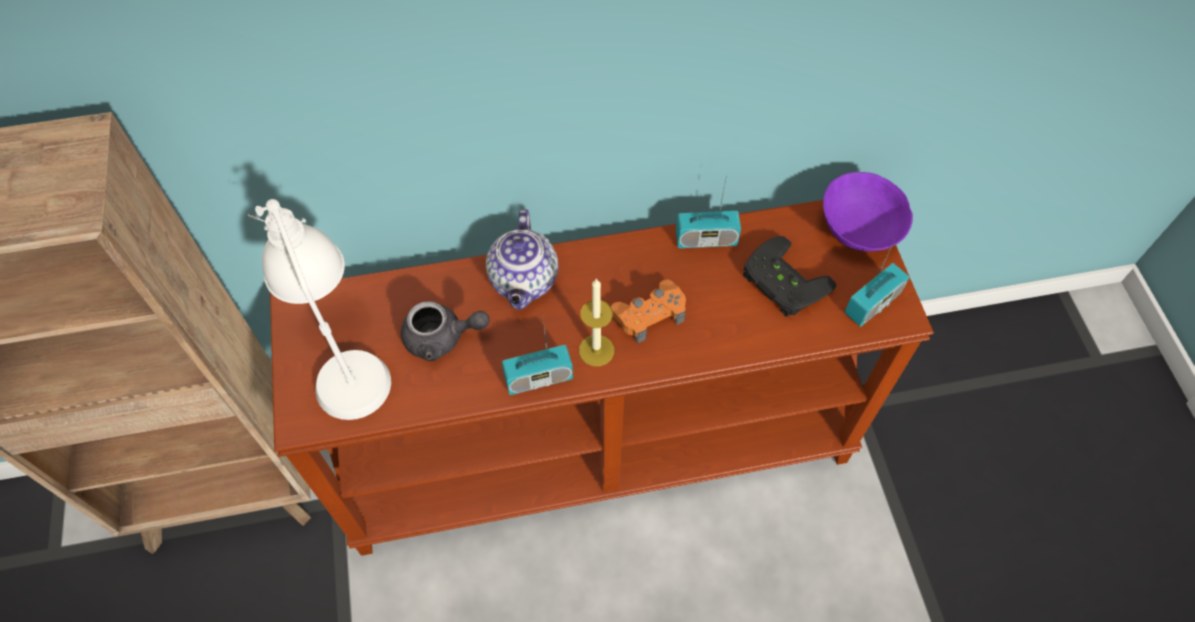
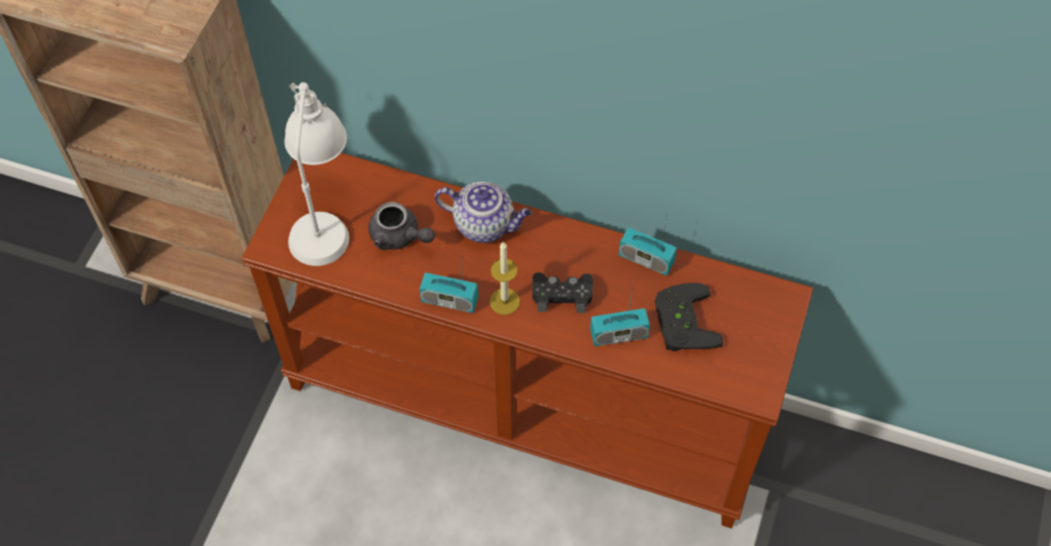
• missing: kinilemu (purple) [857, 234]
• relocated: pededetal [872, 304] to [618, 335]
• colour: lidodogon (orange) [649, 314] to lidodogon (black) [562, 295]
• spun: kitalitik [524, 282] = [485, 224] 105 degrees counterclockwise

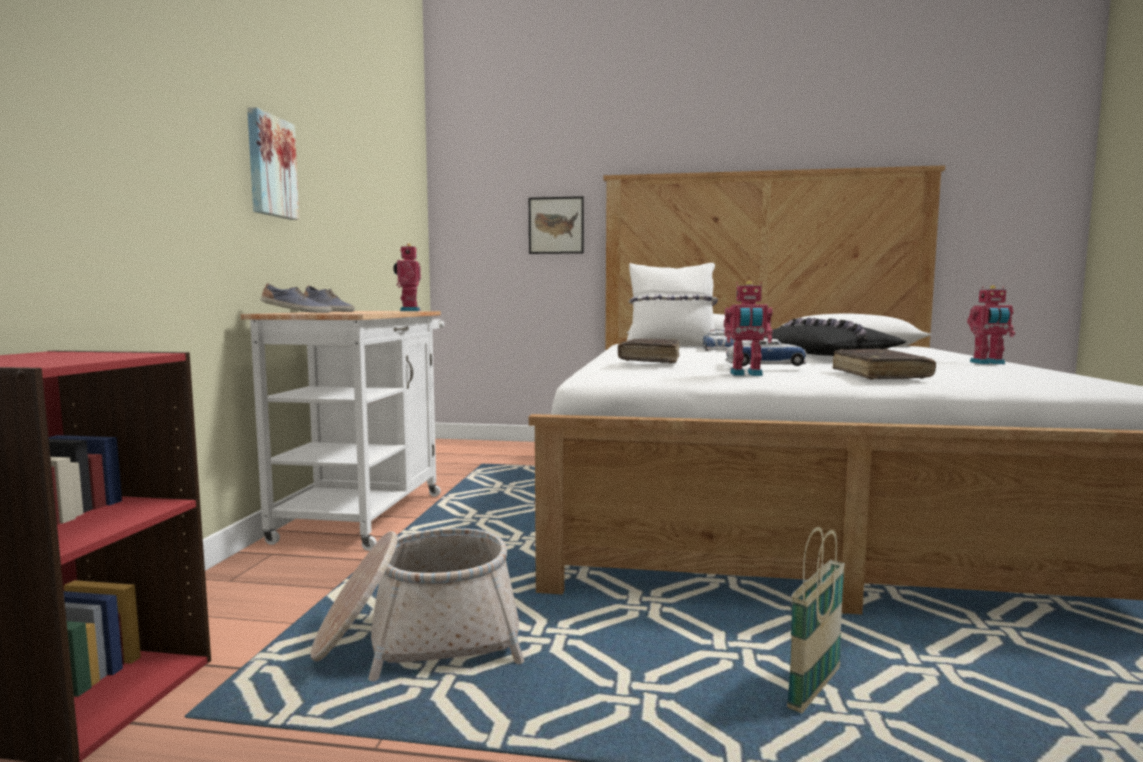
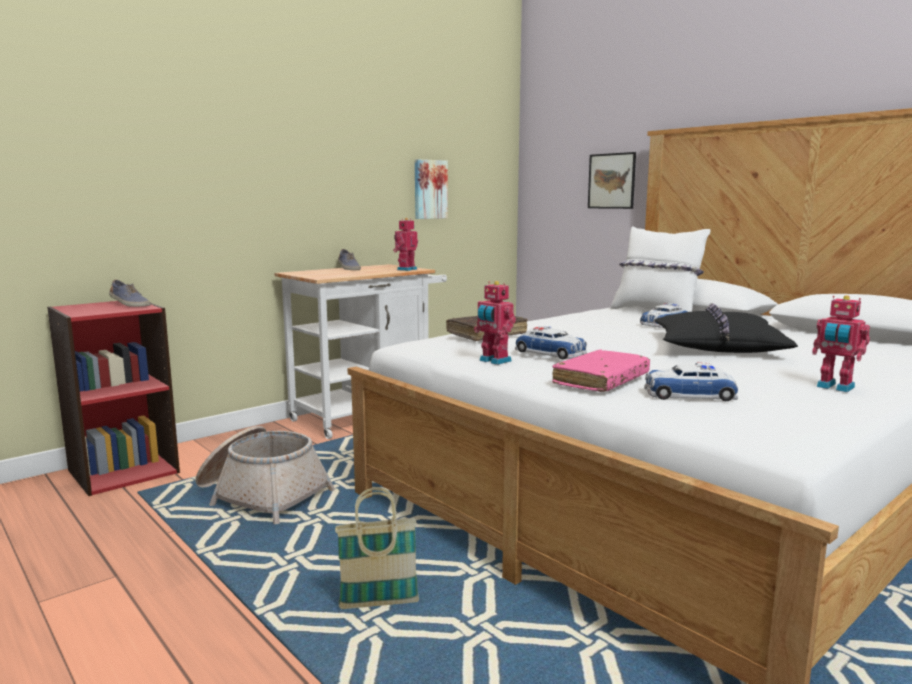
• appeared: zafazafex [689, 394]
• relocated: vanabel [270, 166] to [429, 189]
• relocated: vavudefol [296, 313] to [129, 304]
• colour: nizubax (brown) [879, 375] to nizubax (pink) [601, 381]

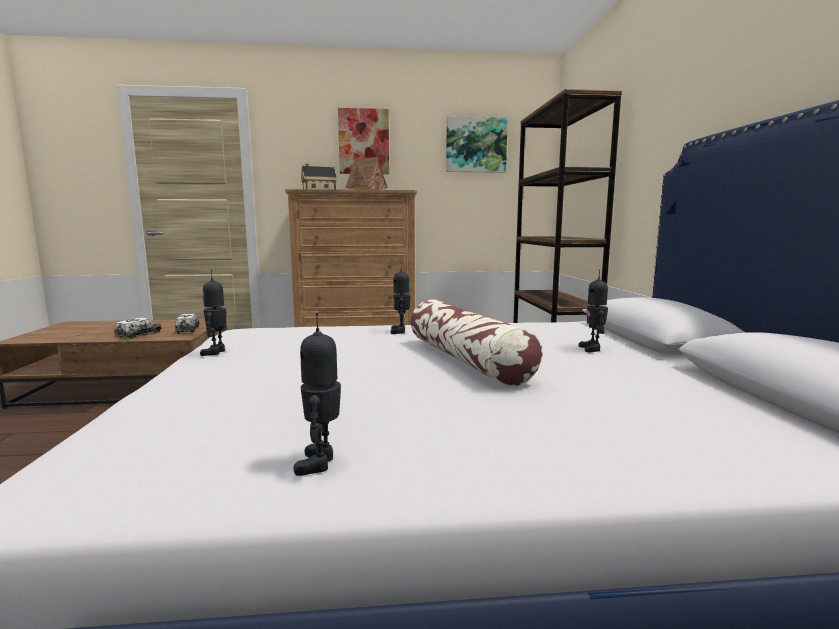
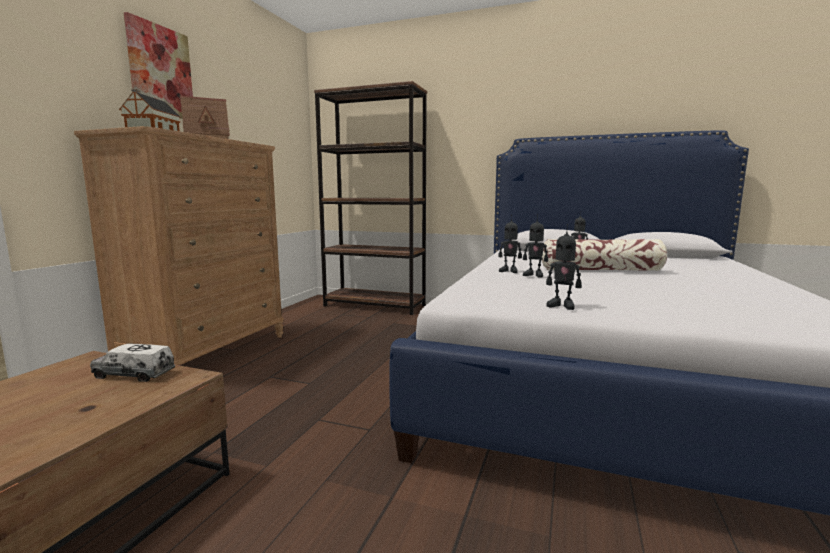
• missing: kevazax [139, 335]
• missing: vanabel [476, 145]
• relocated: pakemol [321, 463] to [534, 275]

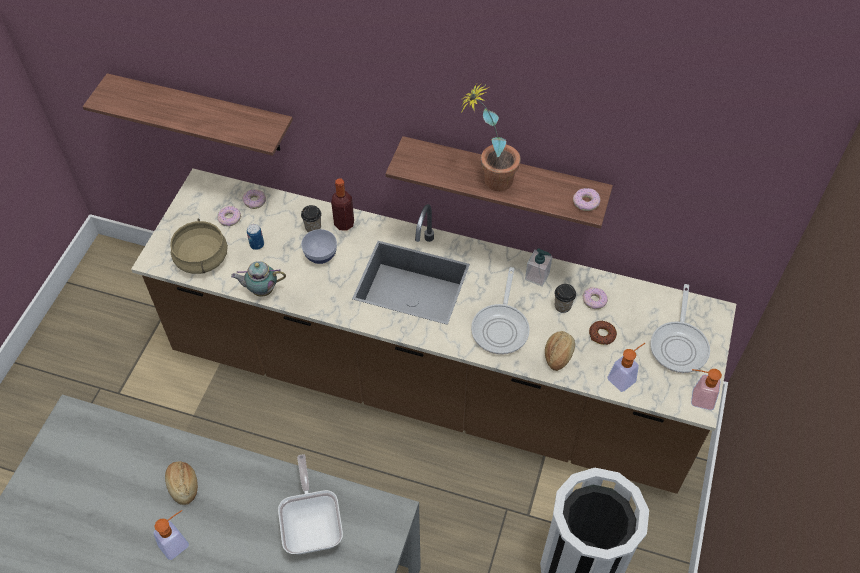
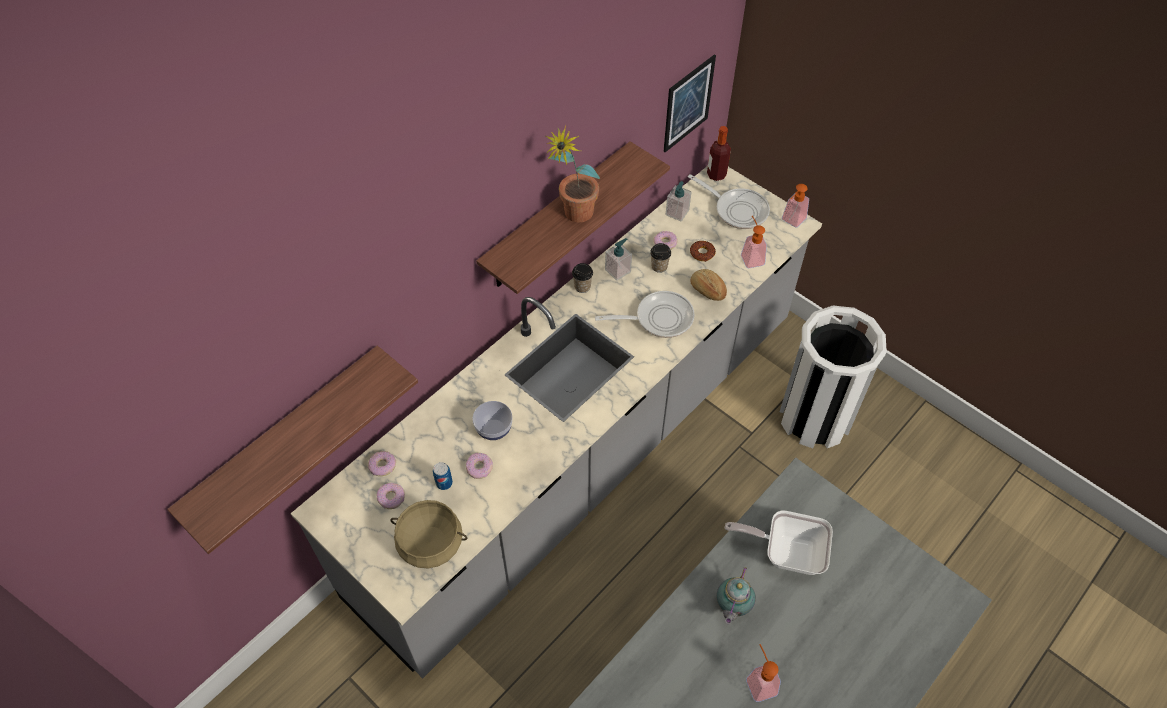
• missing: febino [183, 485]
• appeared: vanabel [688, 103]
• appeared: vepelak [677, 212]
• relocated: kitalitik [261, 290] to [732, 607]
• relocated: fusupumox [313, 227] to [582, 286]
• relocated: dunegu [344, 223] to [716, 175]
• relocated: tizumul [586, 202] to [479, 468]
• colour: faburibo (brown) [430, 382] to faburibo (grey) [583, 453]
• spun: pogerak [501, 327] = [659, 318] 45 degrees counterclockwise

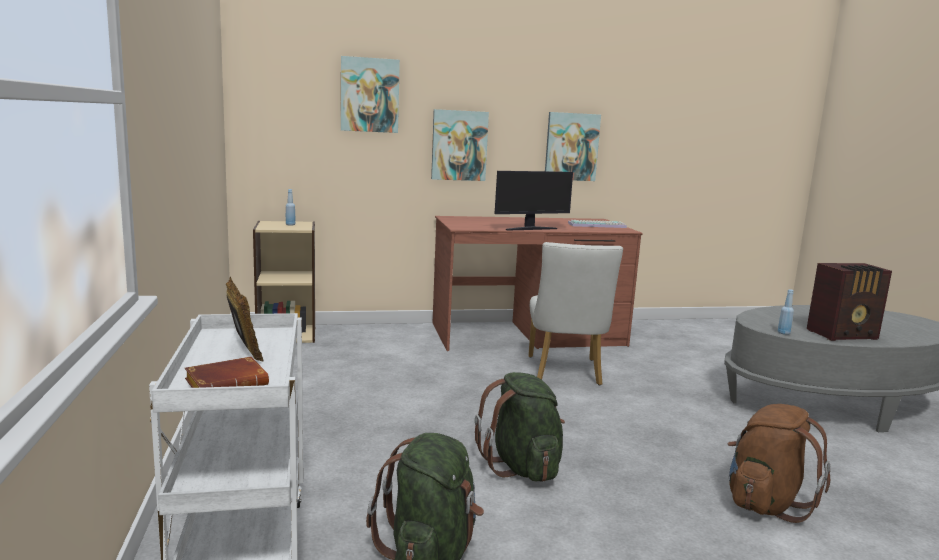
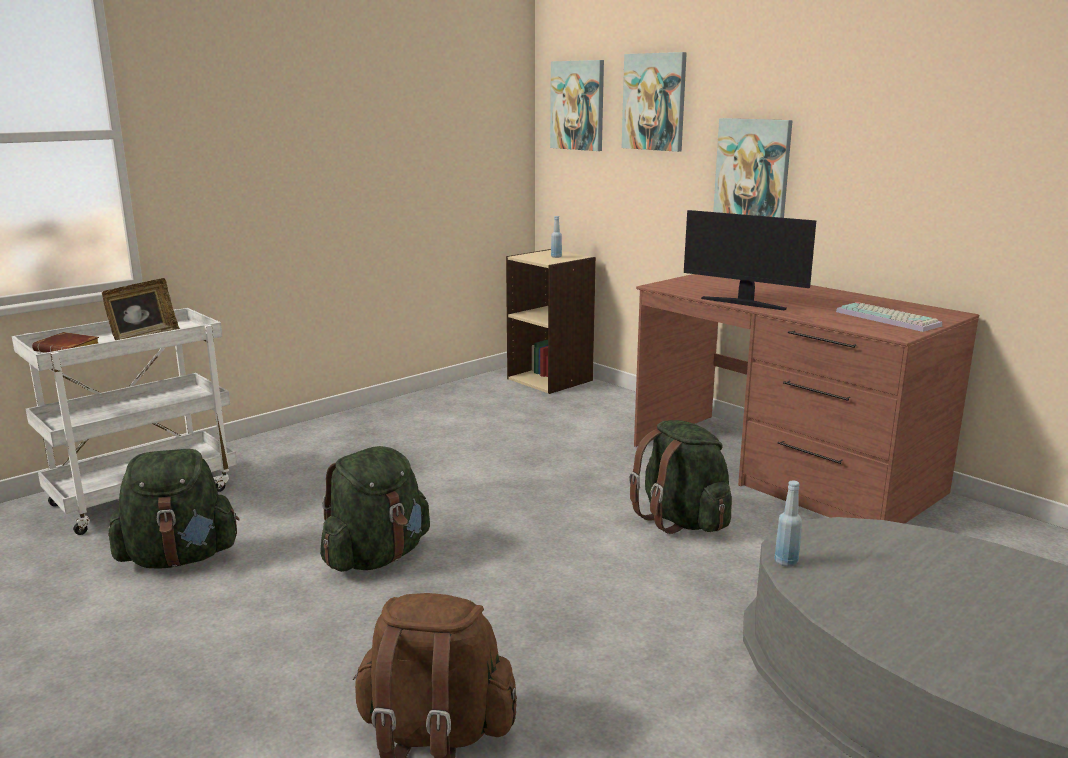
• missing: pededetal [844, 335]
• relocated: vanabel [571, 147] to [578, 105]
• exchanged: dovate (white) [565, 373] to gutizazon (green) [681, 520]

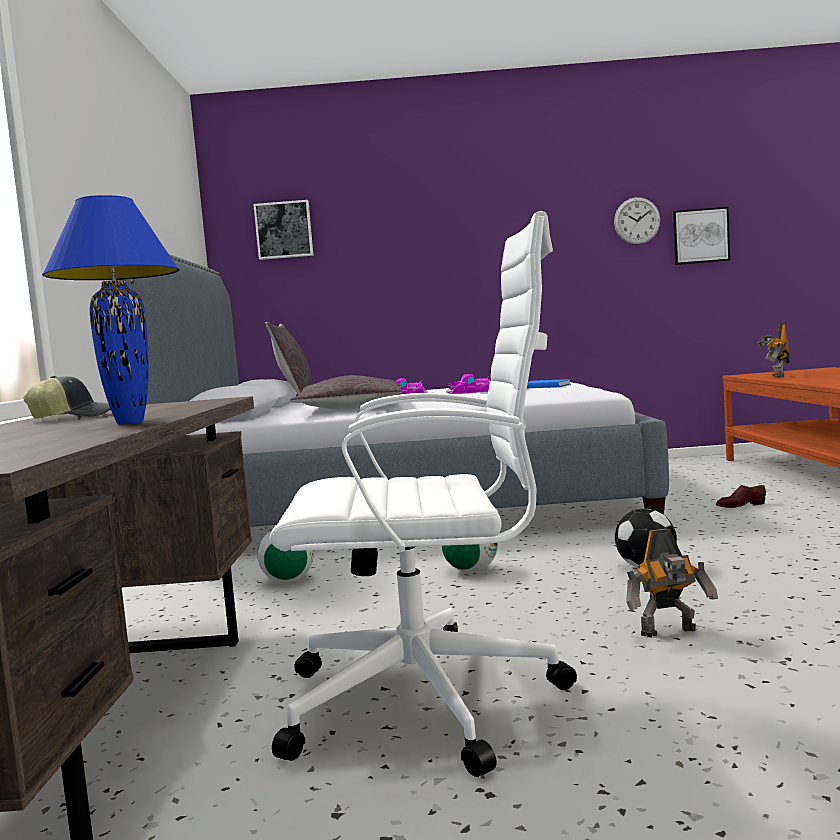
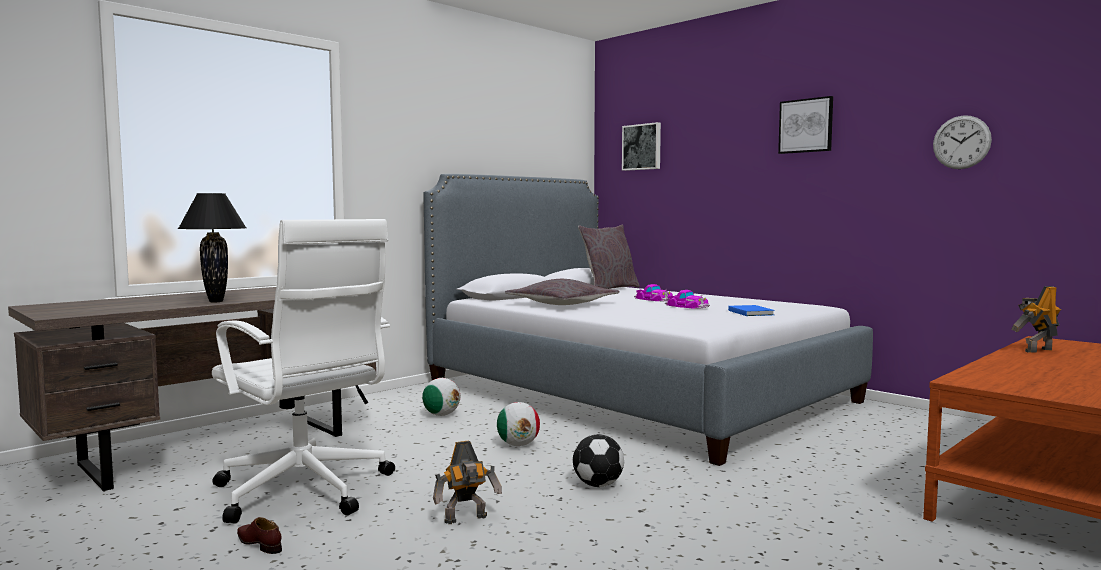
• missing: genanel [74, 417]
• relocated: vanabel [700, 236] to [806, 125]
• relocated: vavudefol (brown) [740, 505] to [259, 543]
• colour: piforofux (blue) [129, 423] to piforofux (black) [216, 301]
• spun: pakemol [670, 632] = [467, 520] 60 degrees counterclockwise

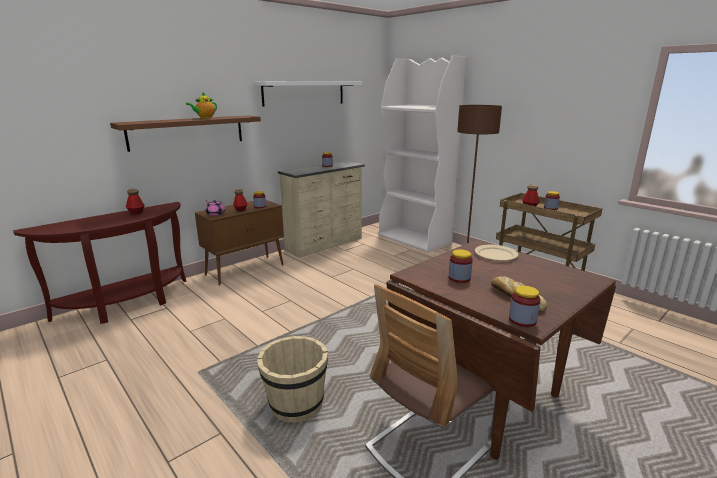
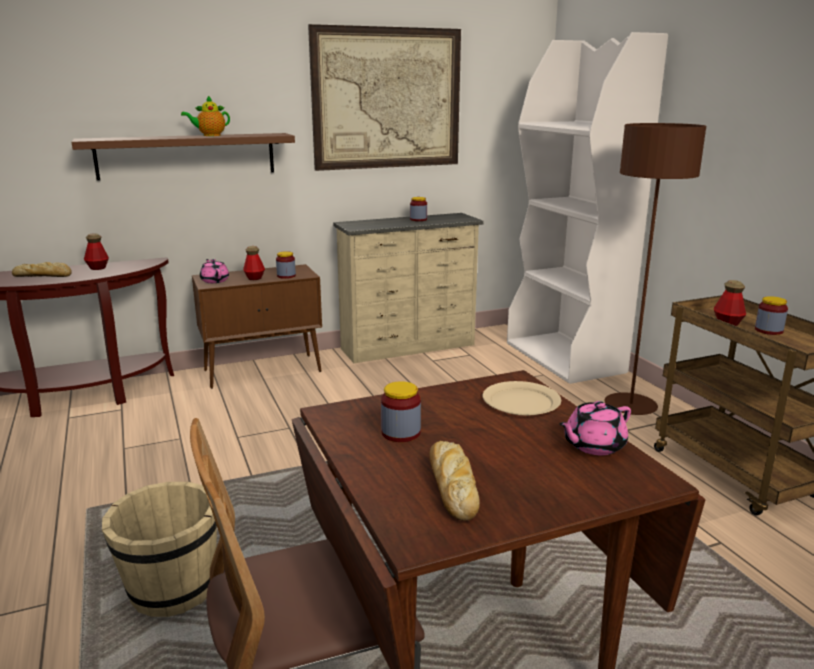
• missing: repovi [522, 320]
• appeared: febino [43, 276]
• appeared: kitalitik (pink) [593, 445]
• exchanged: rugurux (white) [304, 93] to vanabel [387, 99]

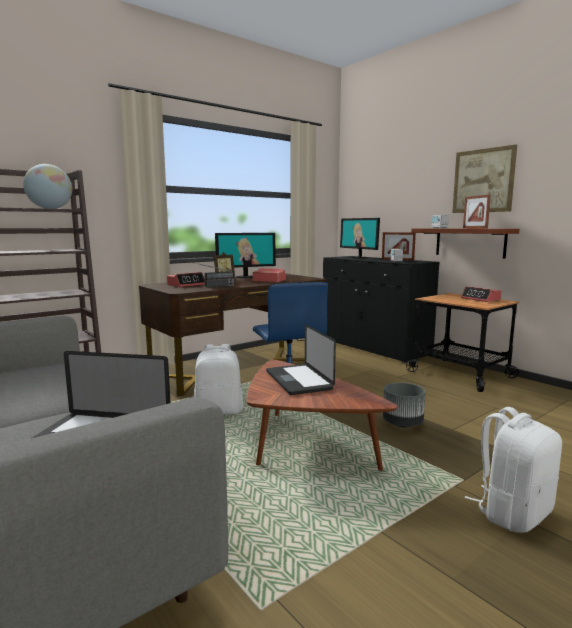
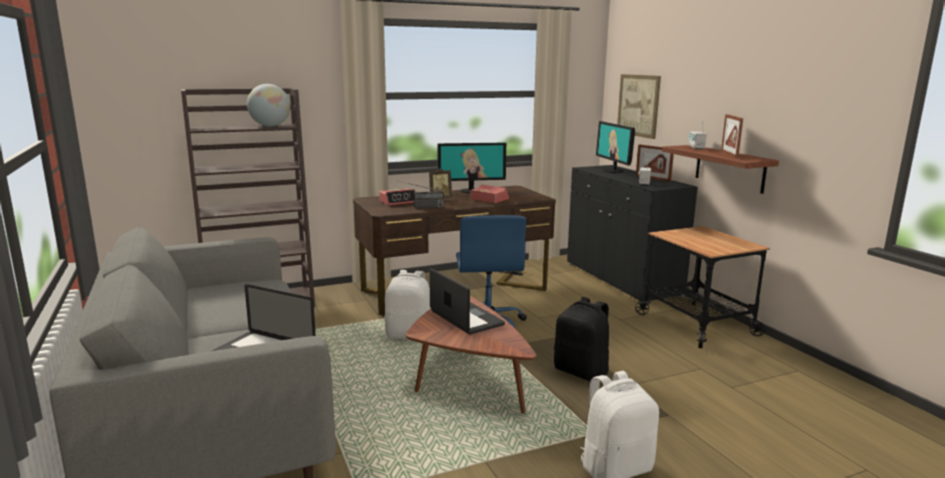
• missing: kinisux [481, 299]
• relocated: vanabel [483, 181] to [638, 105]
• exchanged: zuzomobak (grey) [403, 423] to gutizazon (black) [582, 372]
• spun: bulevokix [298, 380] = [466, 318] 150 degrees clockwise

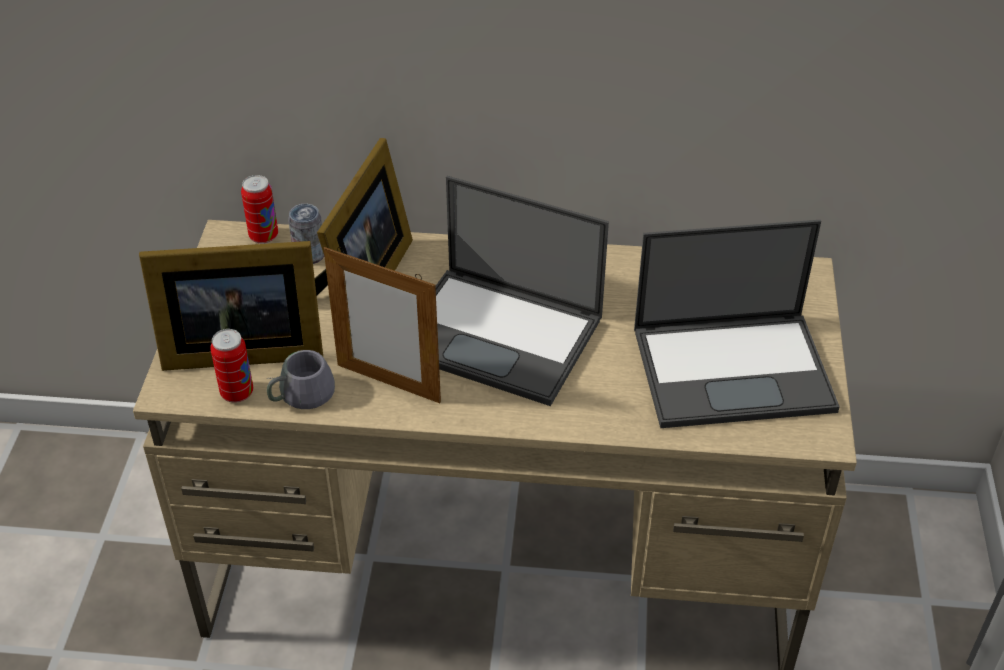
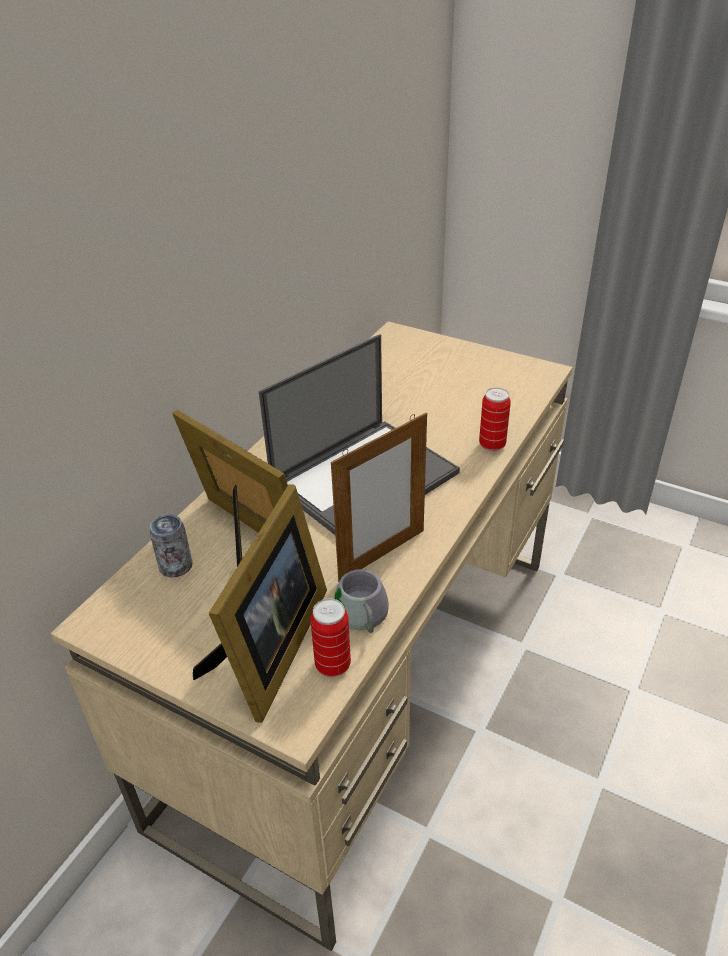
• missing: bulevokix [735, 368]
• relocated: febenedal [263, 236] to [492, 445]

